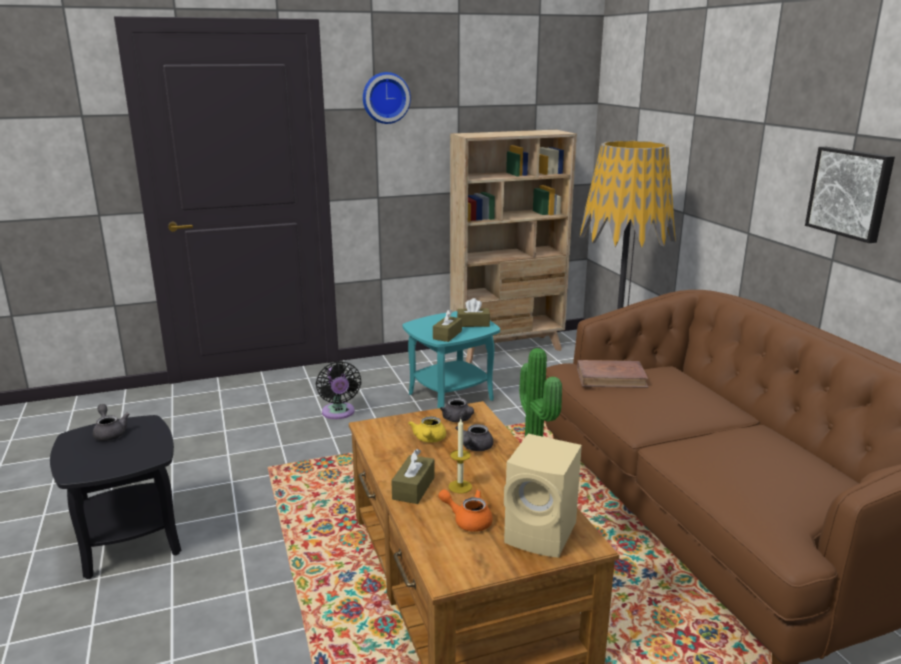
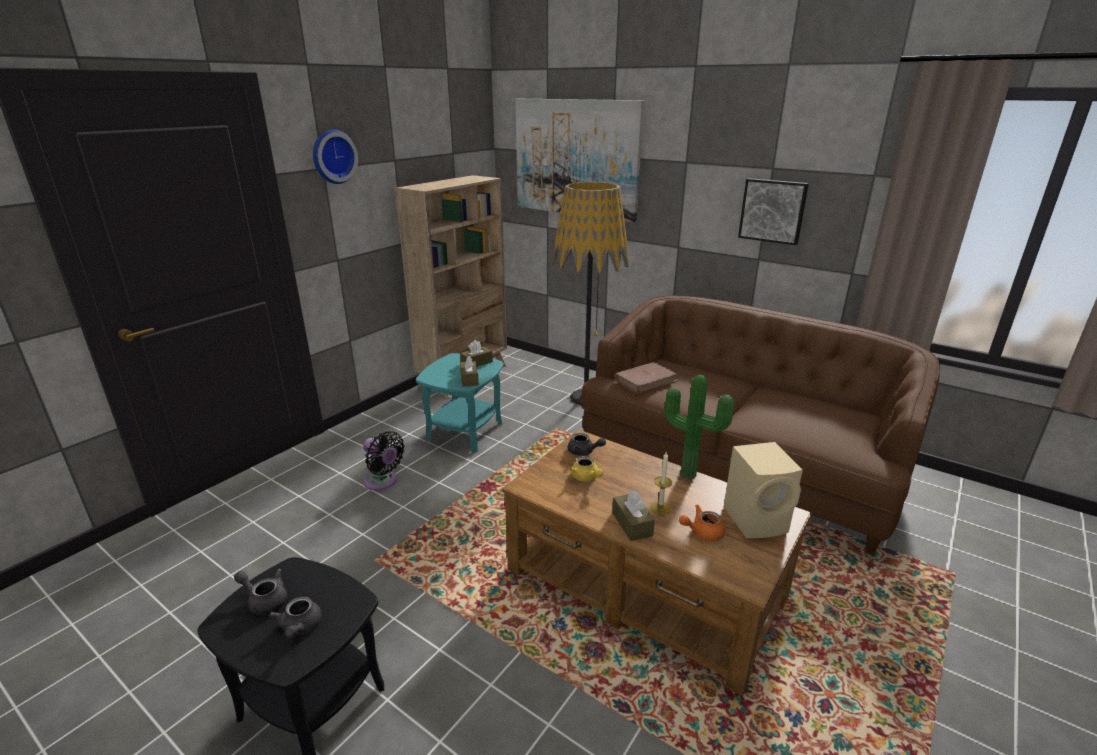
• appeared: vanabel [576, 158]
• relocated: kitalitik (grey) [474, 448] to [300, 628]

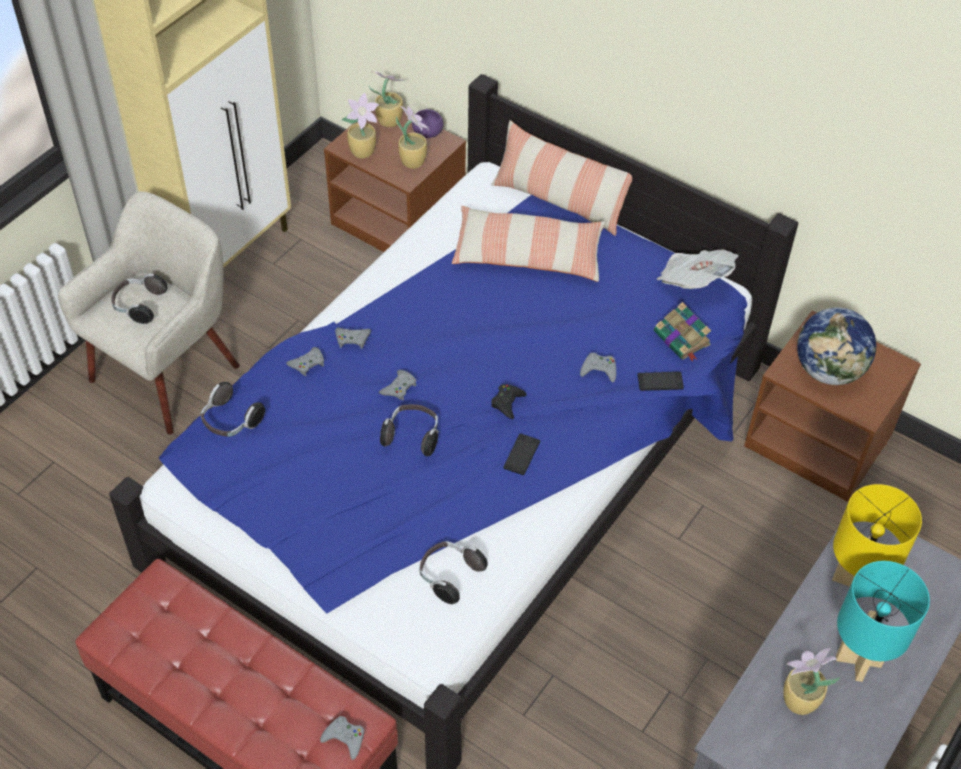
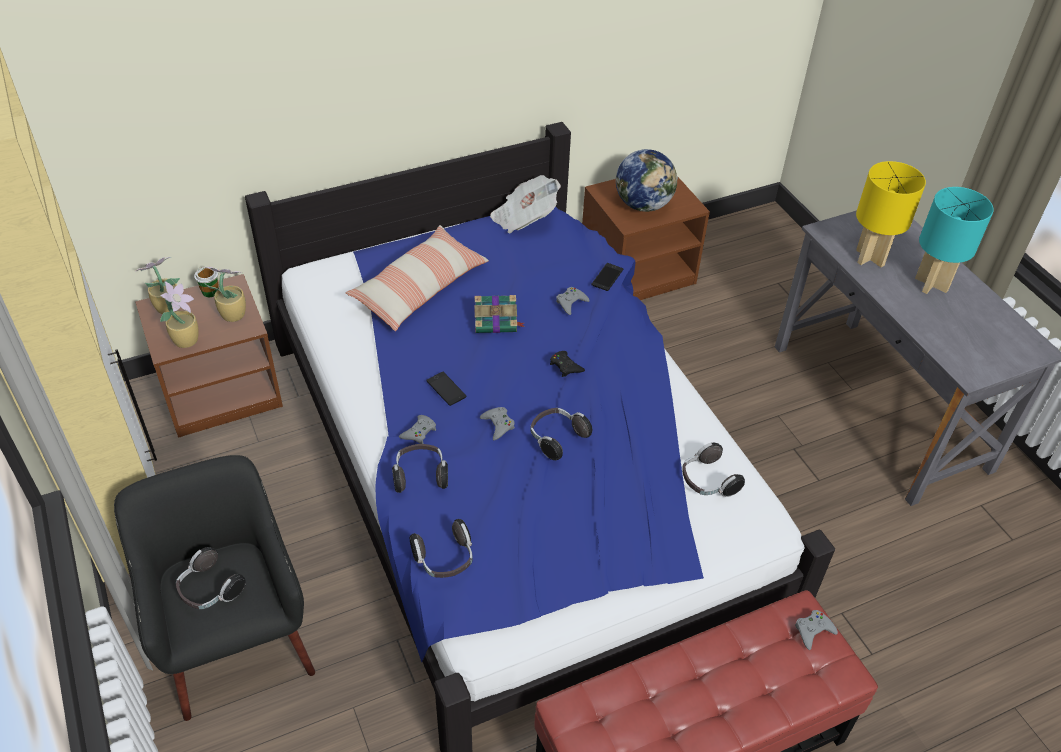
• missing: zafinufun [559, 201]
• missing: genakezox [797, 701]
• relocated: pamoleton [521, 454] to [446, 389]
• relocated: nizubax [682, 339] to [497, 321]
• exchanged: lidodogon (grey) [307, 364] to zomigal [420, 475]
• exchanged: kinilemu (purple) [427, 133] to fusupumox [210, 291]
• colour: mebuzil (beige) [167, 373] to mebuzil (black) [237, 644]

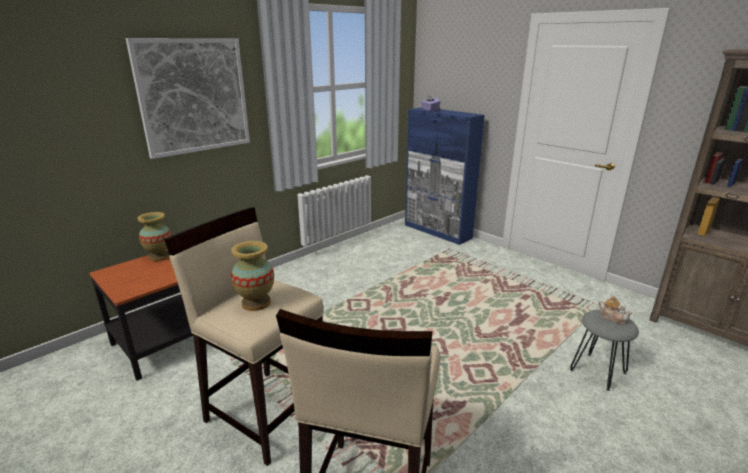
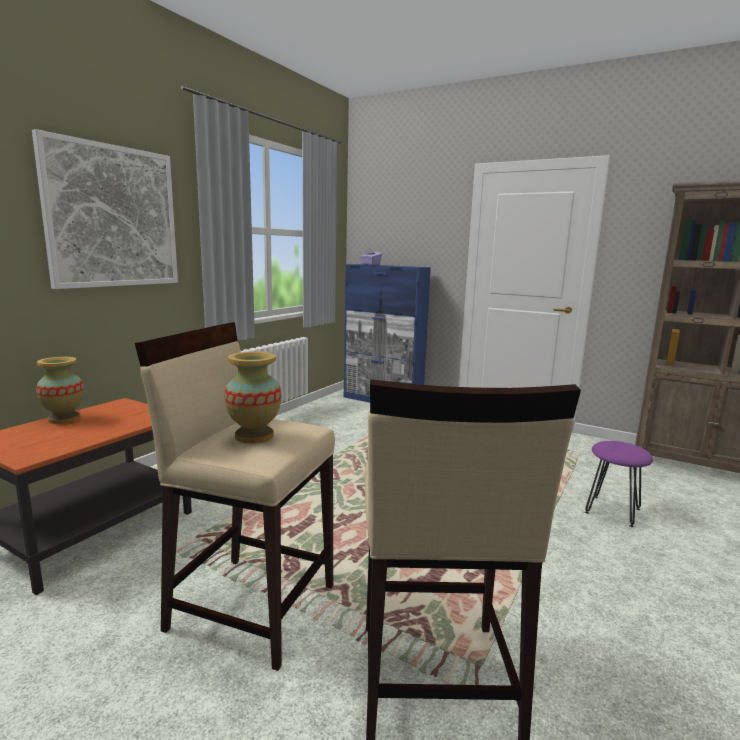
• missing: kitalitik [613, 318]
• colour: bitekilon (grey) [598, 371] to bitekilon (purple) [613, 511]

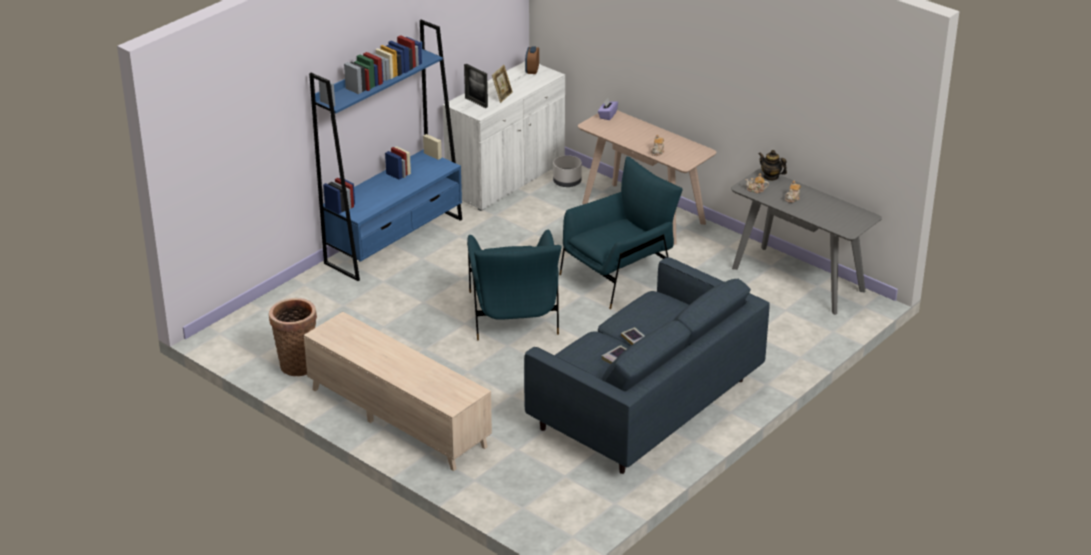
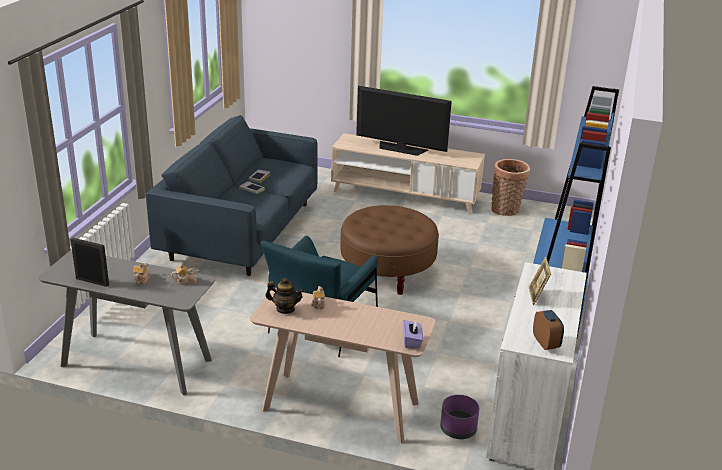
• appeared: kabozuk [401, 149]
• relocated: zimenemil [476, 102] to [92, 282]
• relocated: kitalitik [771, 177] to [285, 309]
• exchanged: mebuzil (blue) [513, 315] to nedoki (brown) [387, 271]
• colour: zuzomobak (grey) [567, 182] to zuzomobak (purple) [457, 429]

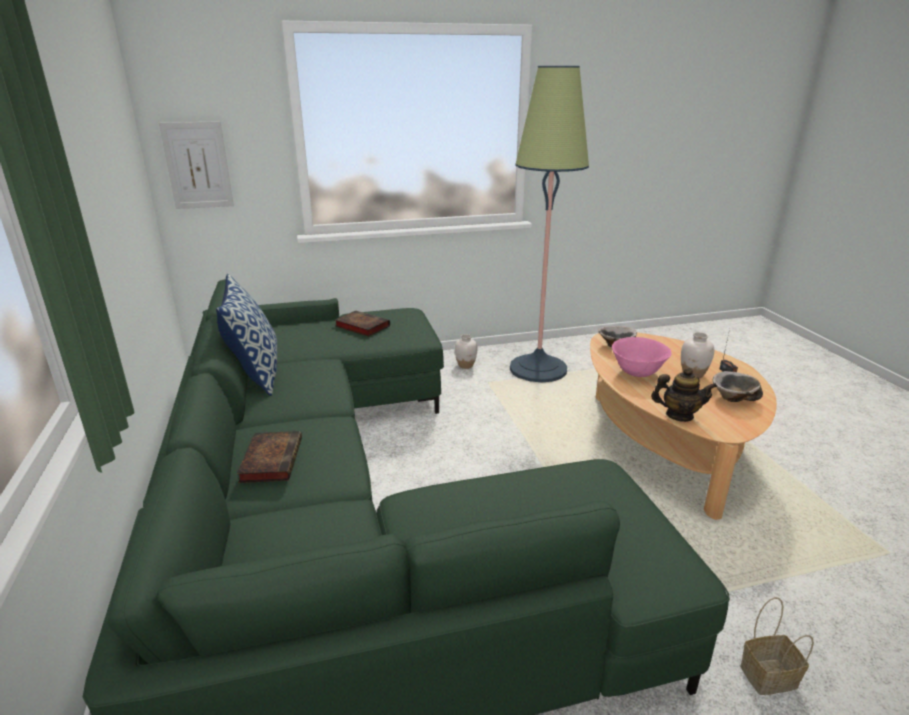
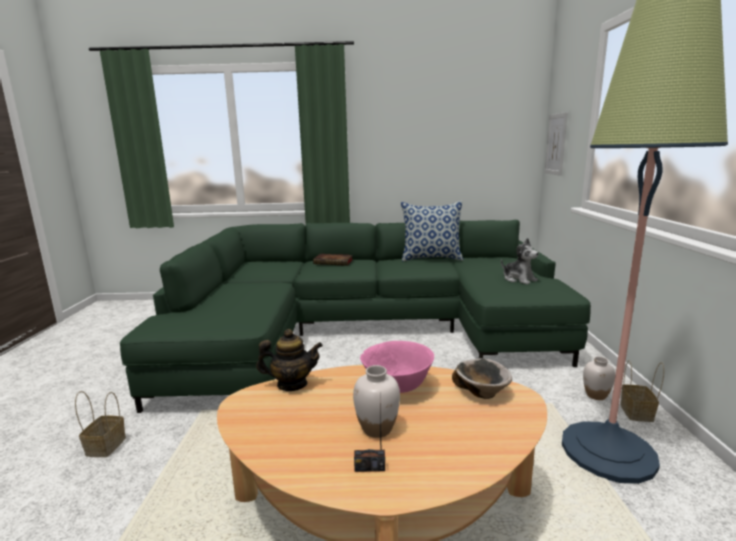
• missing: kinilemu [732, 398]
• appeared: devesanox [637, 413]
• exchanged: nizubax [361, 326] to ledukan [519, 279]
• spun: kitalitik [679, 415] = [292, 384] 120 degrees counterclockwise

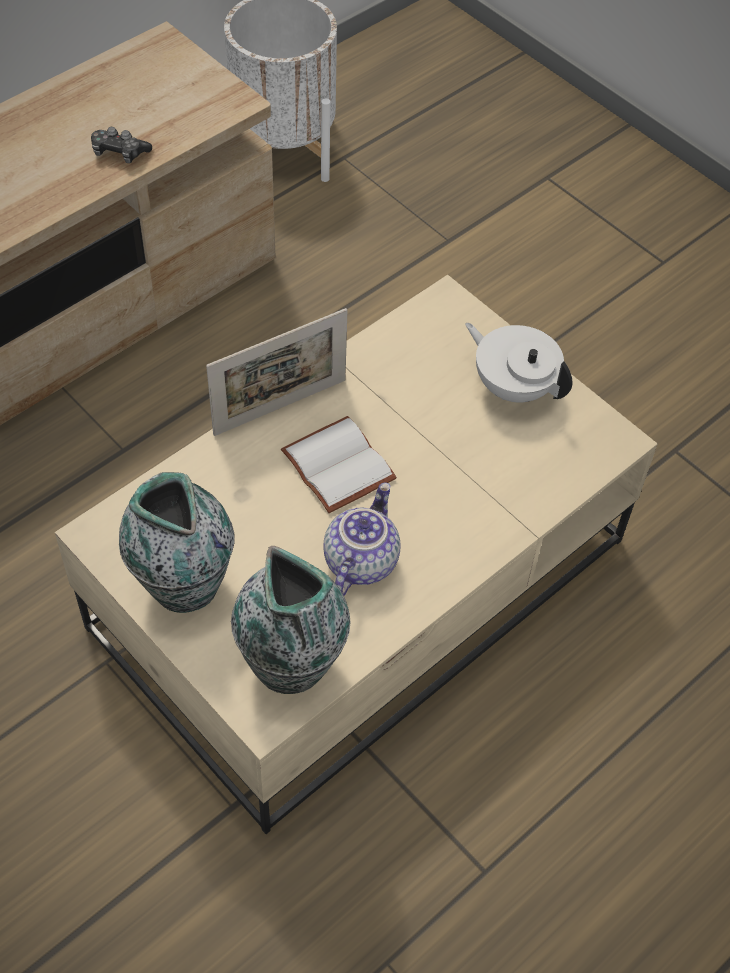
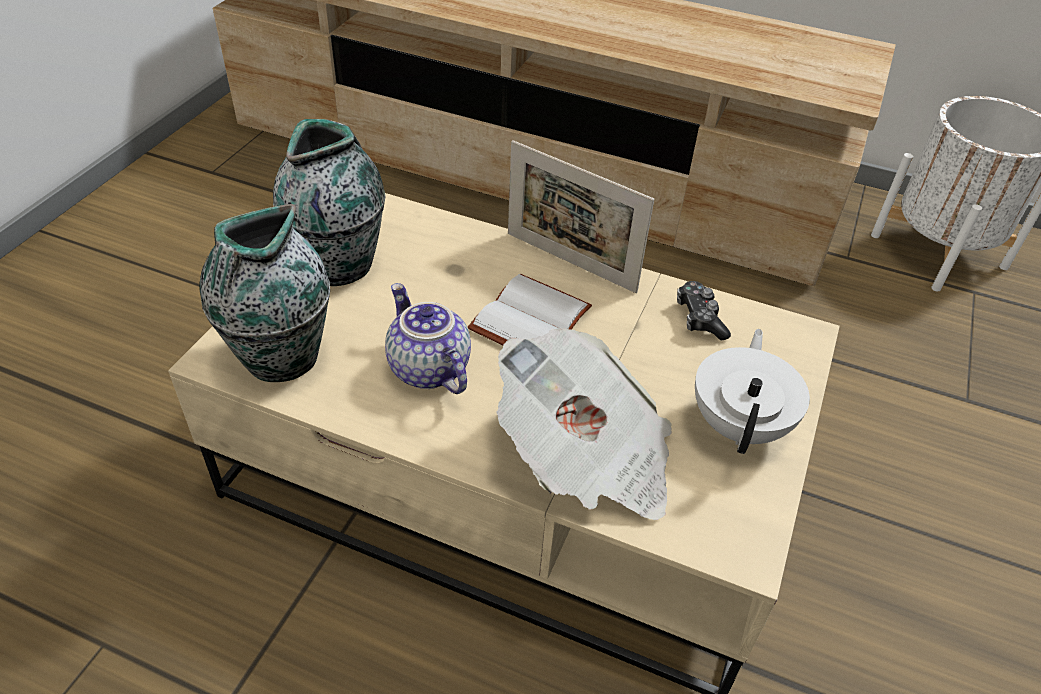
• appeared: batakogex [586, 457]
• relocated: lidodogon [119, 152] to [699, 318]
• spun: kitalitik [359, 560] = [426, 369] 120 degrees counterclockwise

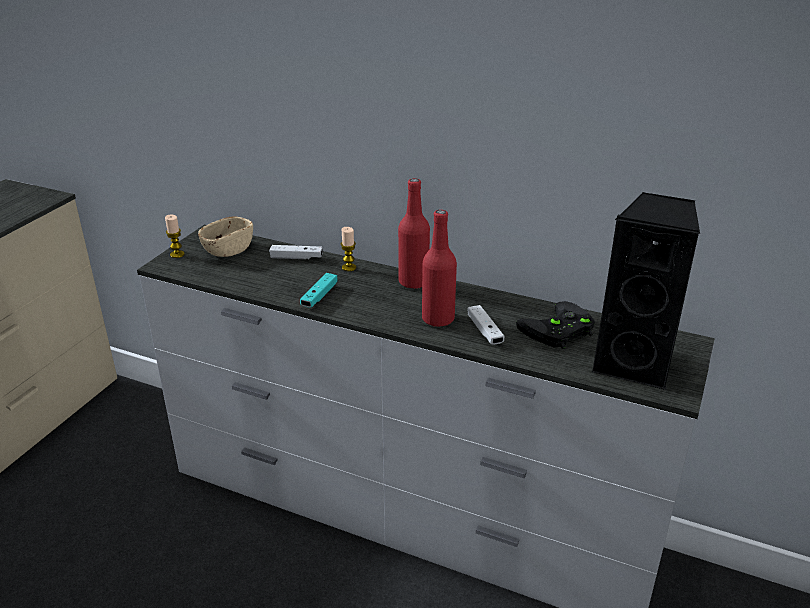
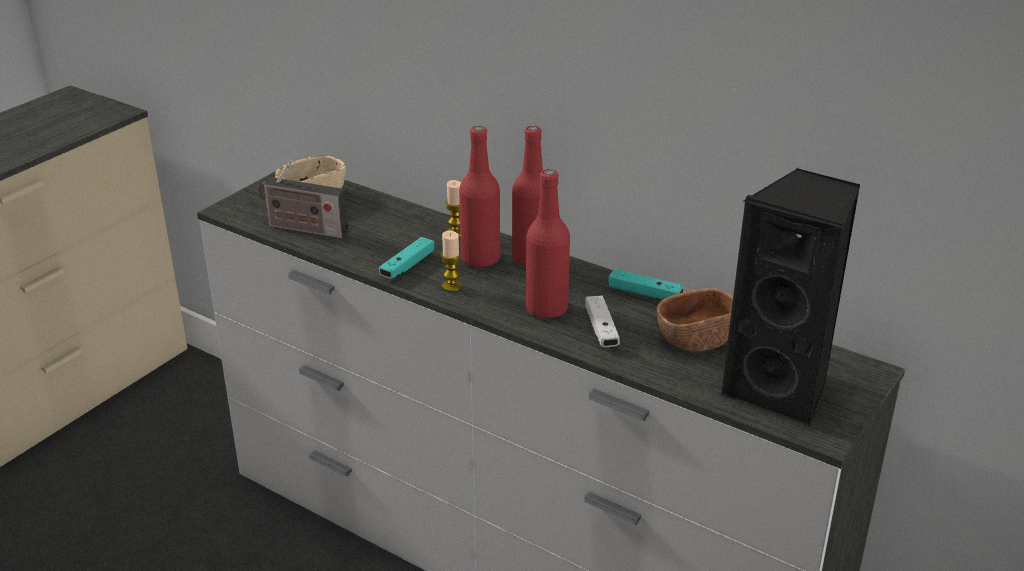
• missing: lidodogon (white) [296, 257]
• appeared: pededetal [304, 229]
• appeared: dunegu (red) [480, 259]
• appeared: lidodogon (turquoise) [644, 293]
• relocated: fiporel [177, 254] to [452, 286]
• exchanged: lidodogon (black) [557, 331] to kinilemu (brown) [695, 339]

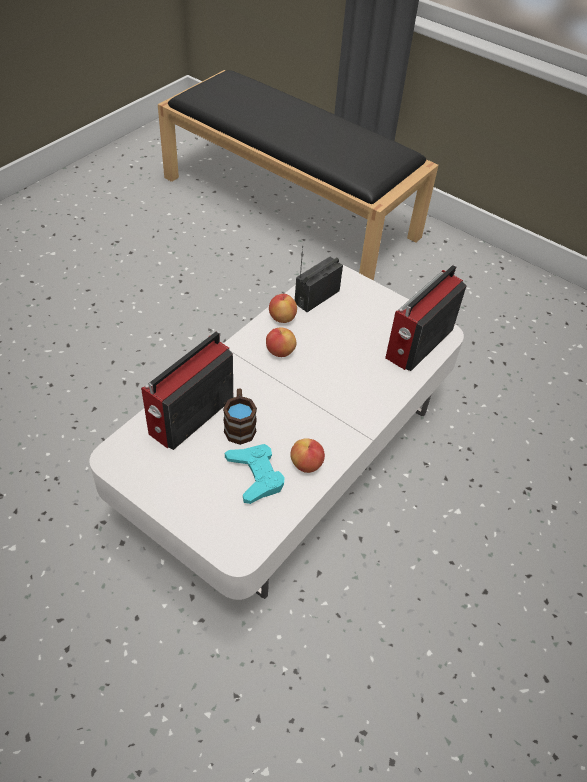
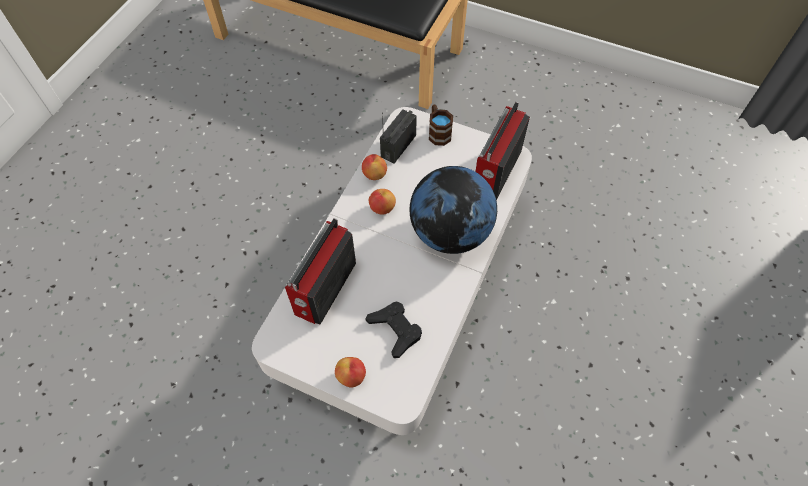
• appeared: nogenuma [450, 233]
• relocated: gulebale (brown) [239, 425] to [438, 132]
• relocated: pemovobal [306, 464] to [351, 376]
• colour: lidodogon (turquoise) [255, 475] to lidodogon (black) [395, 330]

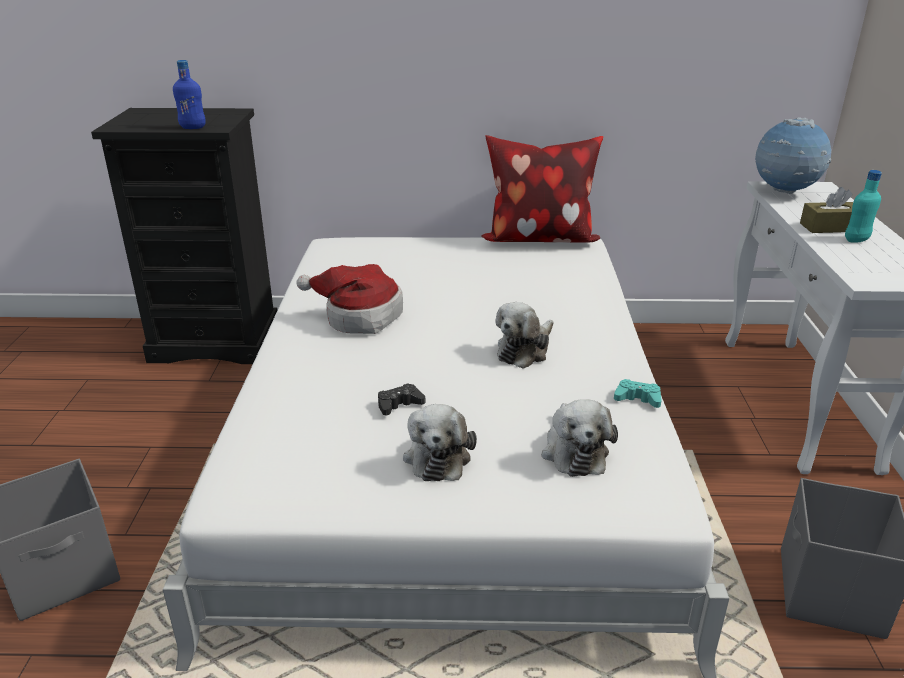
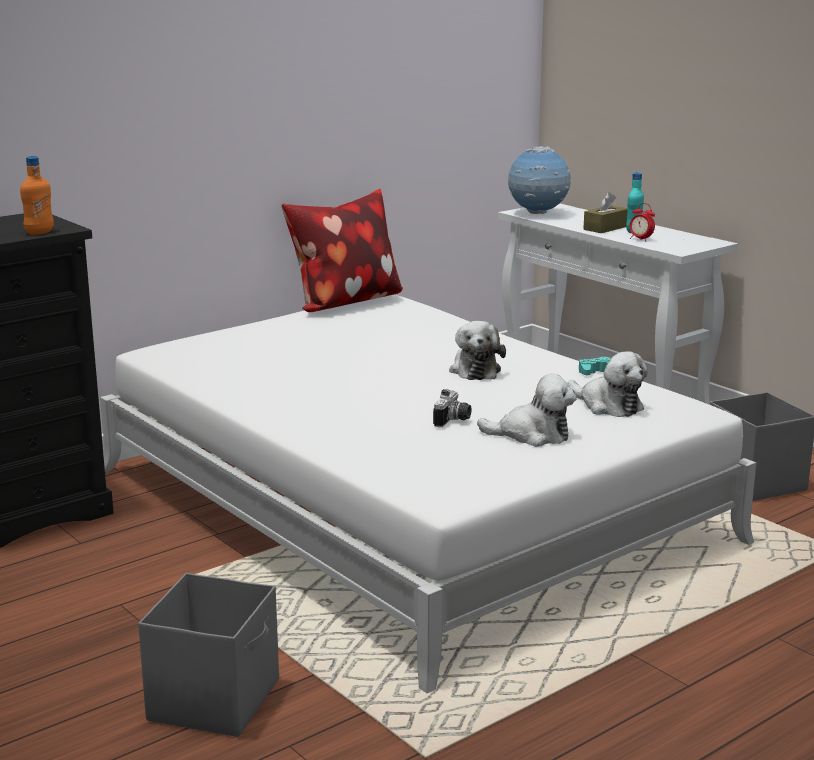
• missing: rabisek [358, 317]
• appeared: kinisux [640, 239]
• exchanged: lidodogon (black) [399, 404] to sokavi [453, 420]
• colour: dunegu (blue) [193, 127] to dunegu (orange) [39, 232]
• spun: ledukan [437, 456] = [532, 435] 45 degrees counterclockwise

